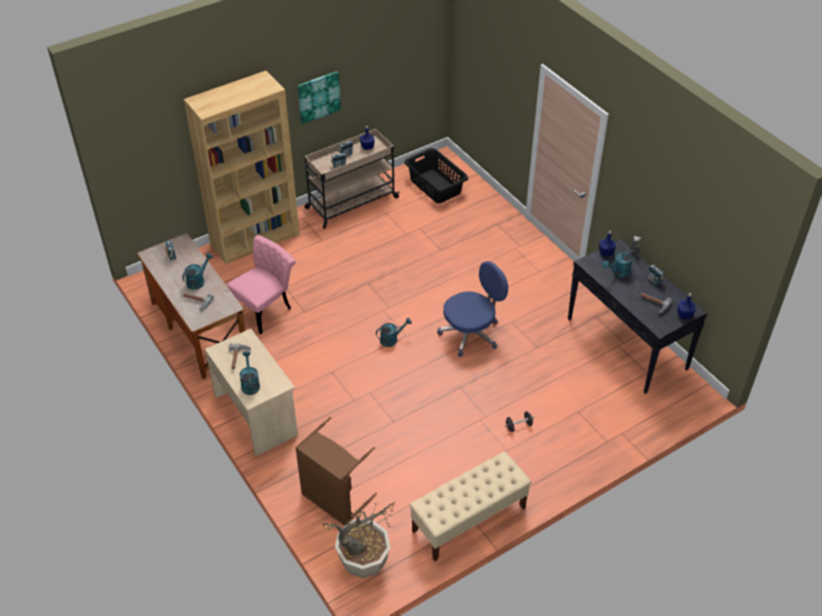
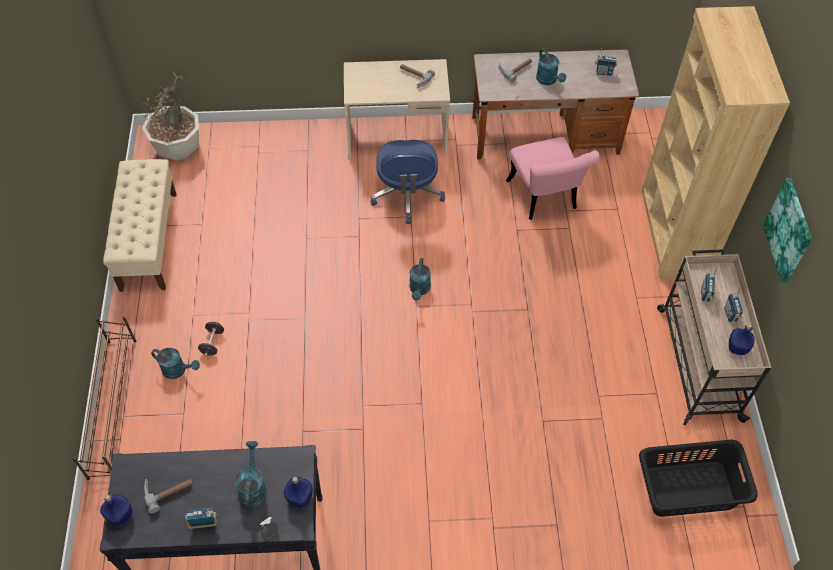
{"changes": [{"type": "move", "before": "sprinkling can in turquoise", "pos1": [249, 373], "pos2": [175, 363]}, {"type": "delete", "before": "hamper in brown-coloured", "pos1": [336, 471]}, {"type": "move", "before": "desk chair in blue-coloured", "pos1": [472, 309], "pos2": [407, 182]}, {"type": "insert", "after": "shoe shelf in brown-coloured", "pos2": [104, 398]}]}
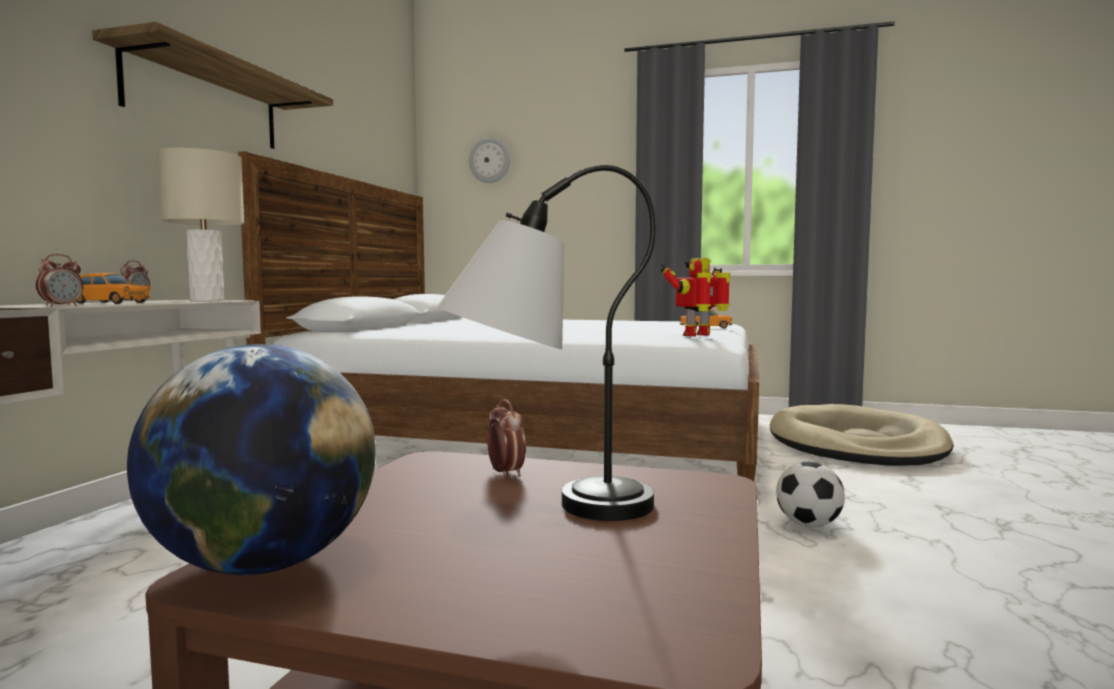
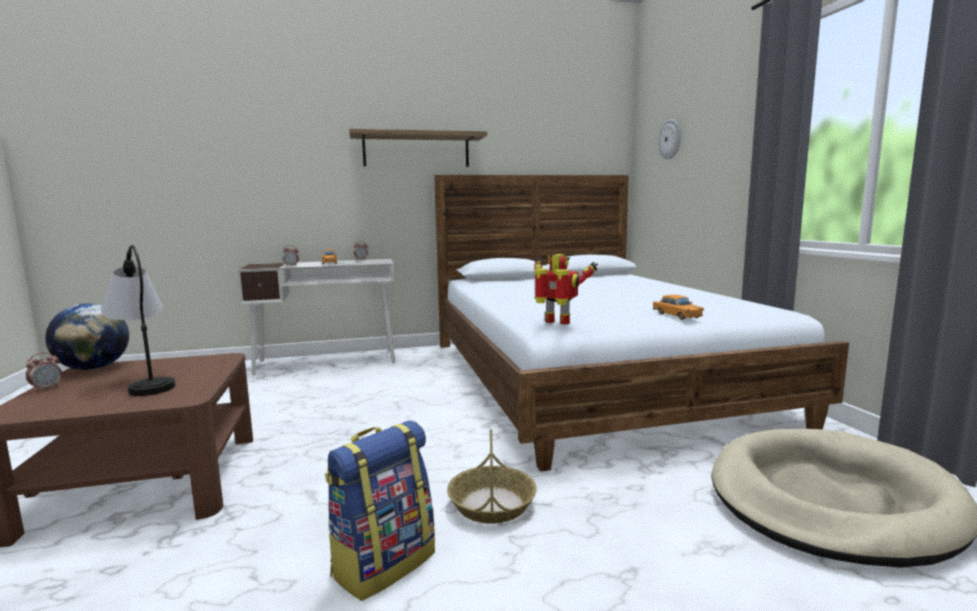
{"changes": [{"type": "delete", "before": "tabletop lamp in beige", "pos1": [200, 224]}, {"type": "move", "before": "bedside clock", "pos1": [506, 438], "pos2": [43, 372]}, {"type": "replace", "before": "football ball", "after": "household basket", "pos1": [810, 494], "pos2": [492, 476]}, {"type": "insert", "after": "knapsack", "pos2": [380, 511]}]}
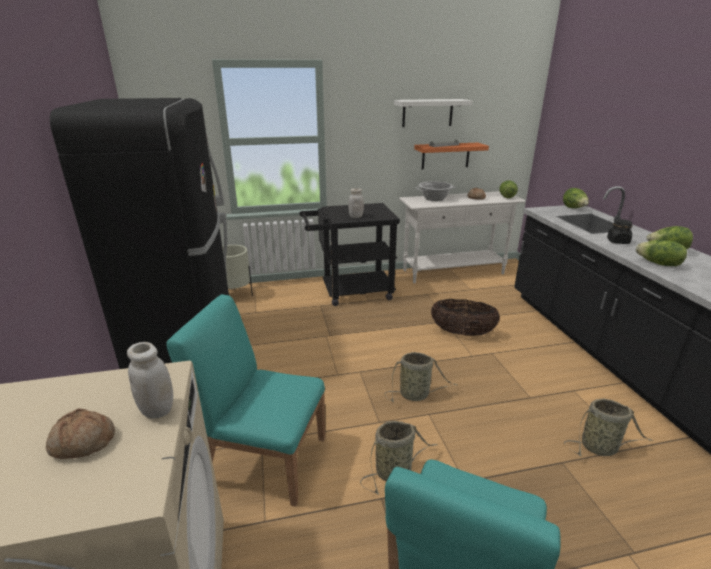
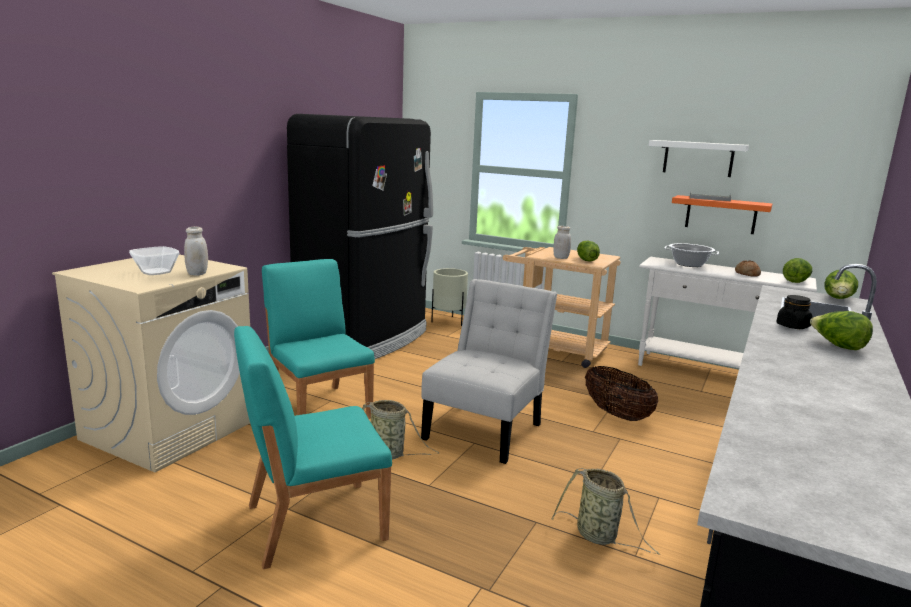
{"changes": [{"type": "replace", "before": "bakery bread", "after": "serving bowl", "pos1": [80, 433], "pos2": [154, 260]}, {"type": "recolor", "before": "cart in black", "after": "cart in beige", "pos1": [349, 254], "pos2": [562, 307]}, {"type": "replace", "before": "household basket", "after": "plain chair in whitish", "pos1": [421, 377], "pos2": [489, 371]}, {"type": "move", "before": "lettuce", "pos1": [661, 253], "pos2": [588, 251]}]}
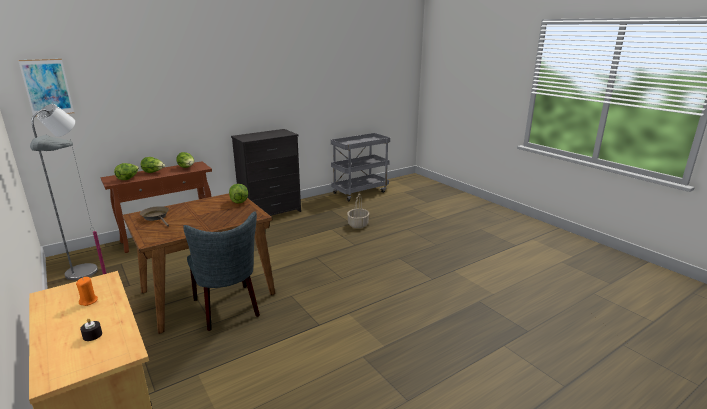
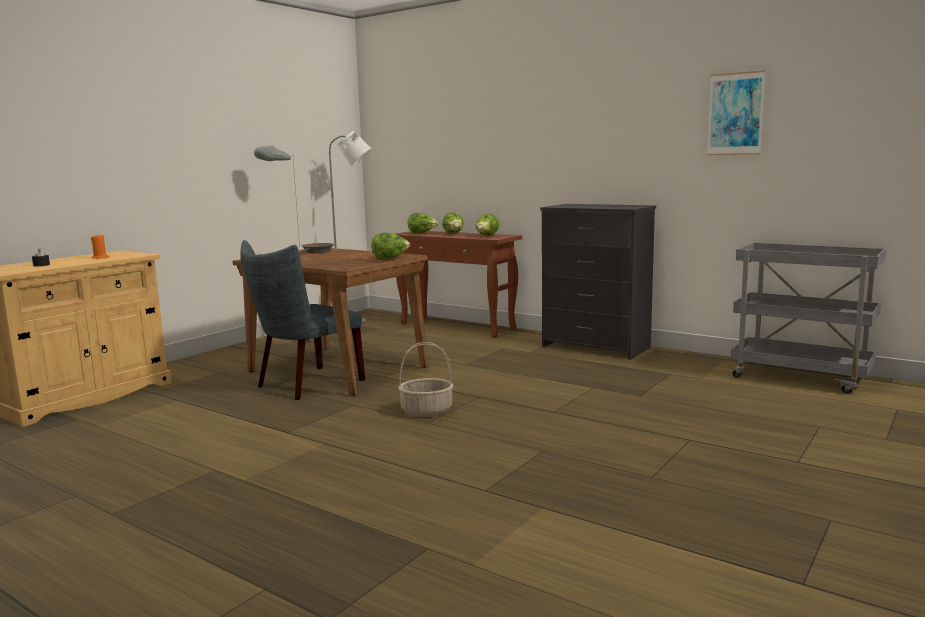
{"changes": [{"type": "move", "before": "picture", "pos1": [46, 88], "pos2": [736, 112]}, {"type": "move", "before": "household basket", "pos1": [358, 211], "pos2": [426, 379]}]}
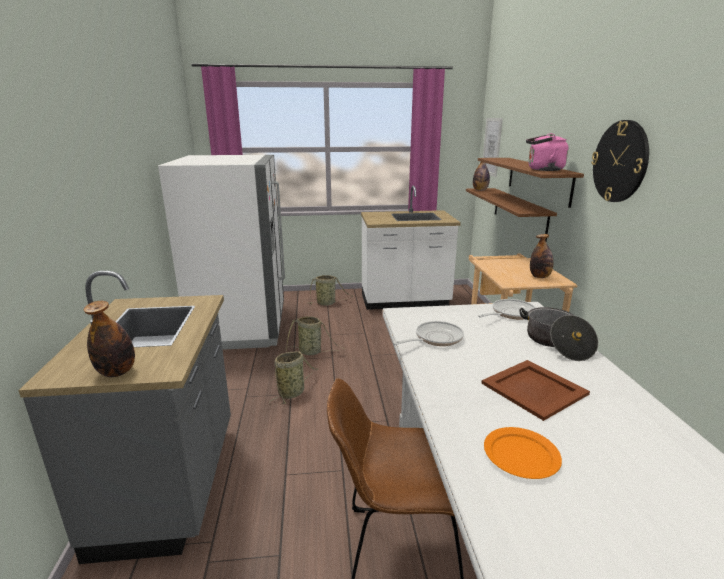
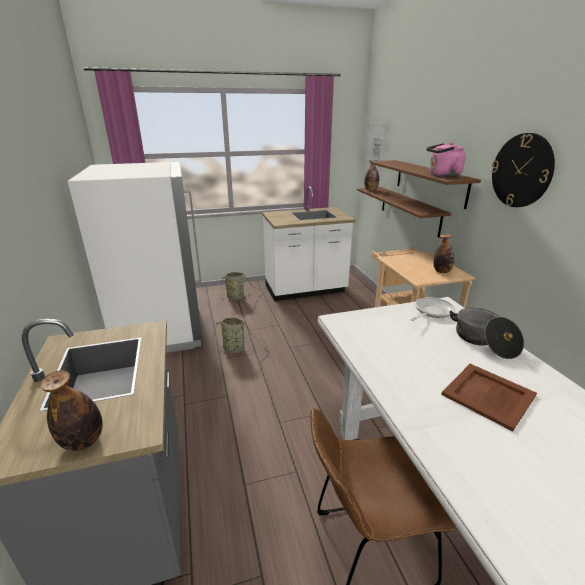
{"changes": [{"type": "delete", "before": "household basket", "pos1": [293, 378]}, {"type": "delete", "before": "frying pan", "pos1": [428, 333]}, {"type": "delete", "before": "plate in orange-coloured", "pos1": [523, 453]}]}
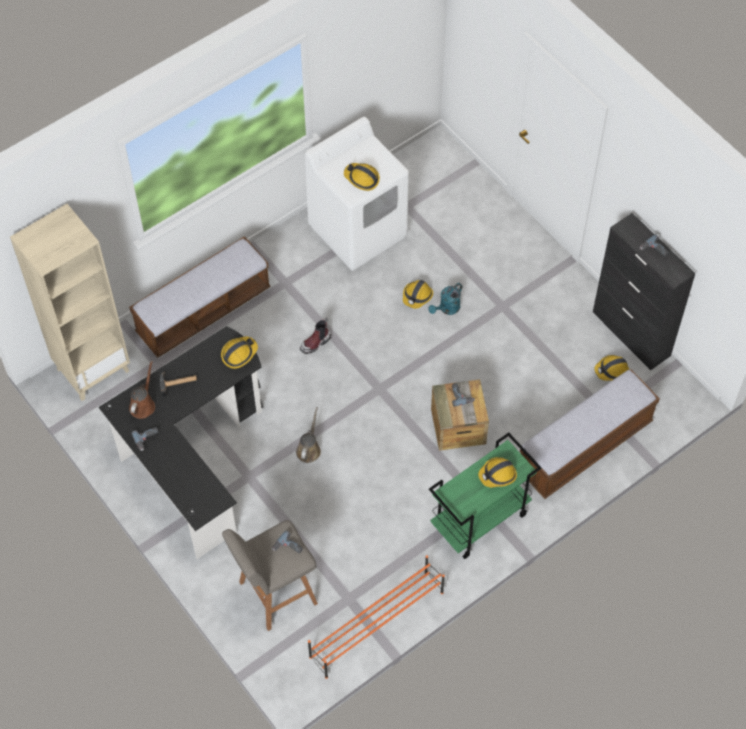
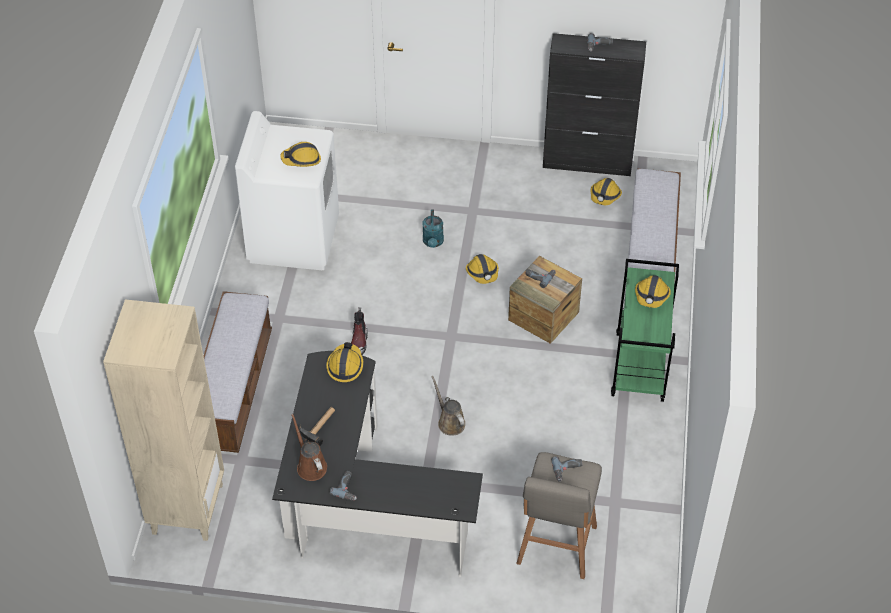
{"changes": [{"type": "delete", "before": "shoe shelf in orange-coloured", "pos1": [376, 617]}, {"type": "move", "before": "work helmet", "pos1": [418, 294], "pos2": [482, 269]}]}
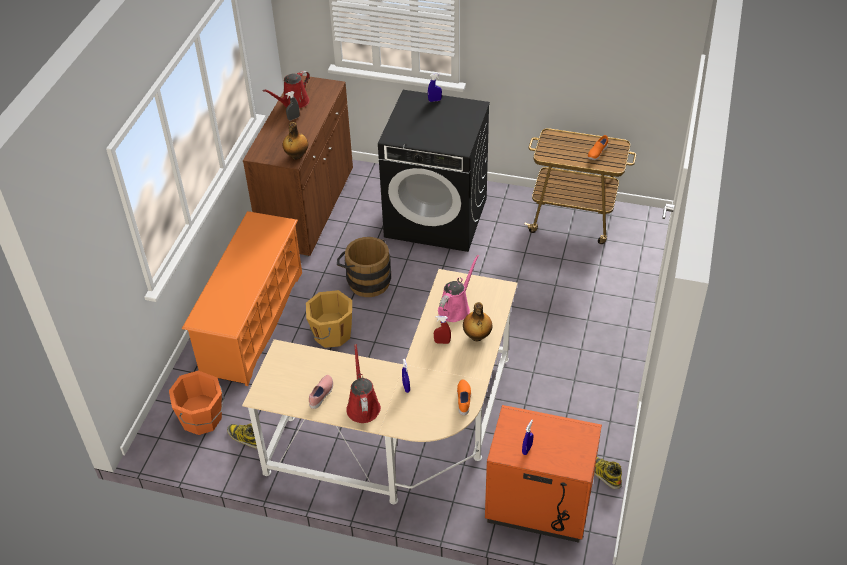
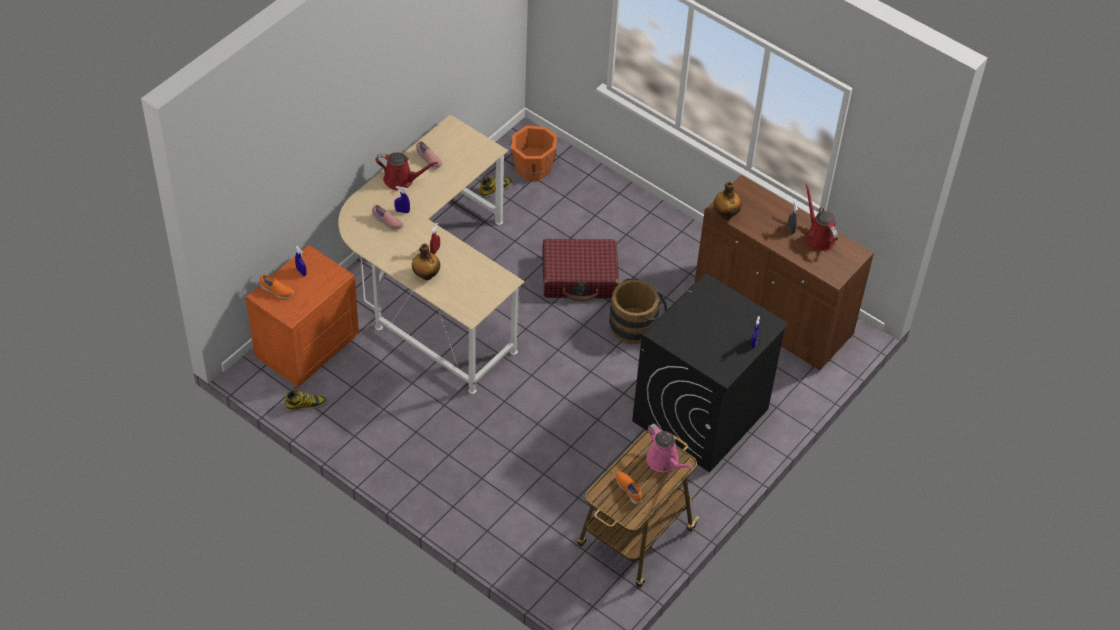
{"changes": [{"type": "delete", "before": "shoe shelf in orange-coloured", "pos1": [242, 298]}, {"type": "replace", "before": "bucket in orange-coloured", "after": "suitcase in red-coloured", "pos1": [329, 319], "pos2": [580, 270]}, {"type": "move", "before": "sprinkling can in pinkish", "pos1": [458, 288], "pos2": [670, 448]}, {"type": "move", "before": "low shoe in orange-coloured", "pos1": [464, 397], "pos2": [277, 286]}, {"type": "insert", "after": "low shoe in pinkish", "pos2": [388, 217]}]}
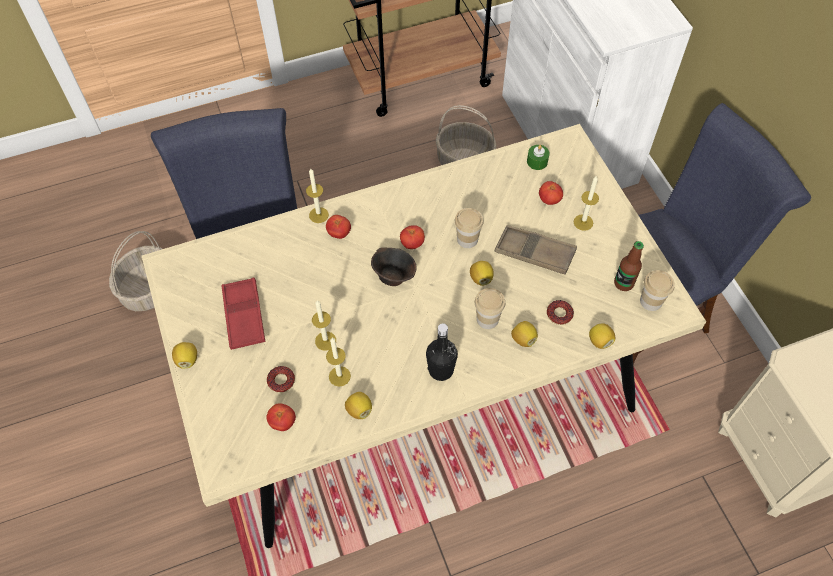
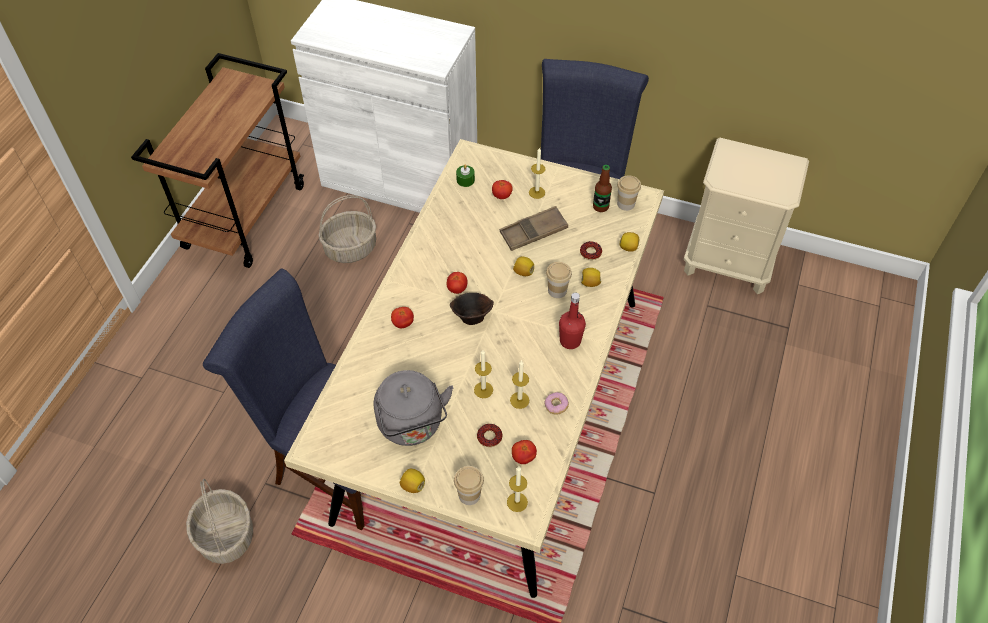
{"changes": [{"type": "replace", "before": "carrying tray in red-coloured", "after": "tea kettle in gray", "pos1": [243, 313], "pos2": [413, 408]}, {"type": "move", "before": "wax candle", "pos1": [317, 196], "pos2": [517, 489]}, {"type": "replace", "before": "citrus fruit", "after": "donut", "pos1": [358, 405], "pos2": [556, 403]}, {"type": "recolor", "before": "bottle in black", "after": "bottle in red-coloured", "pos1": [442, 352], "pos2": [572, 321]}, {"type": "move", "before": "drinking cup", "pos1": [469, 228], "pos2": [469, 485]}]}
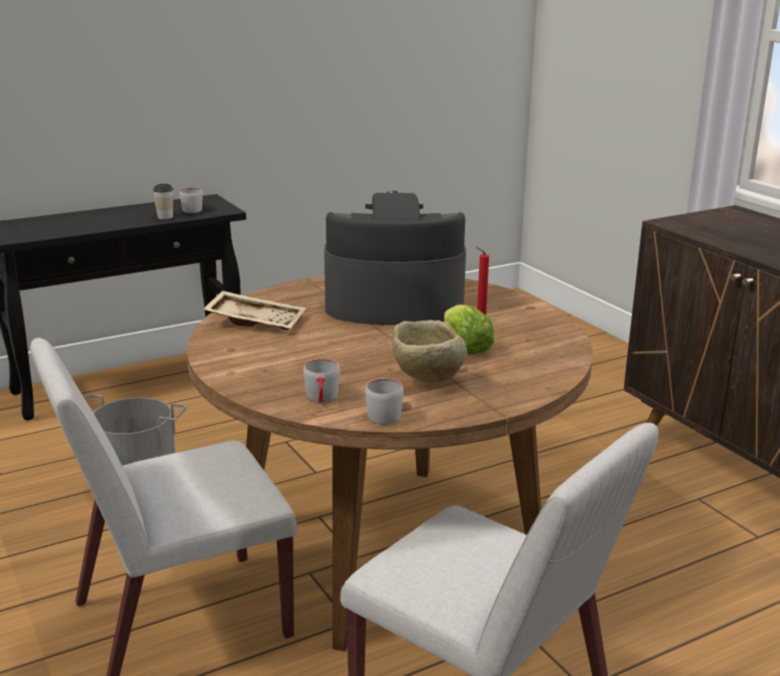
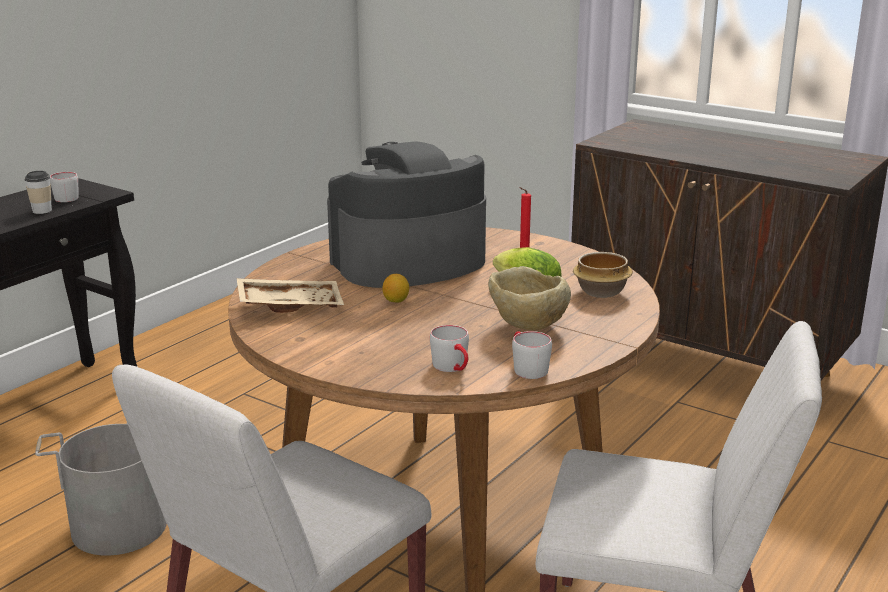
{"changes": [{"type": "insert", "after": "citrus fruit", "pos2": [395, 288]}, {"type": "insert", "after": "serving bowl", "pos2": [603, 275]}]}
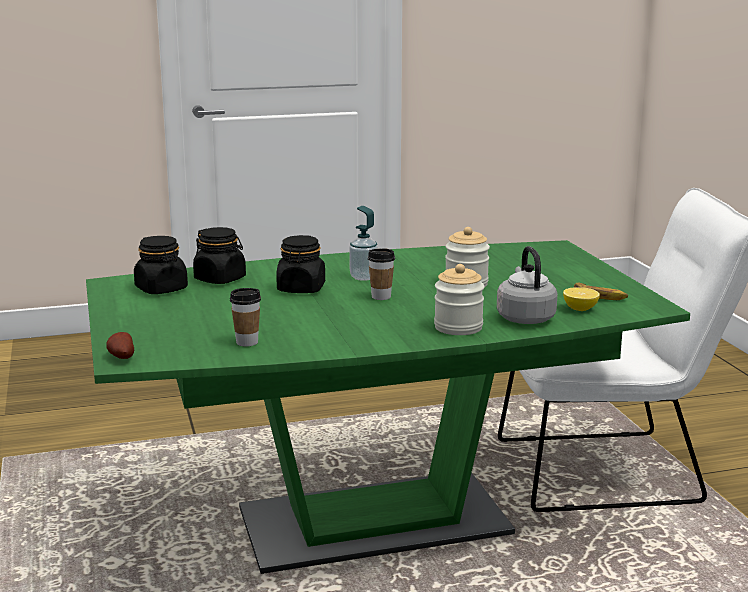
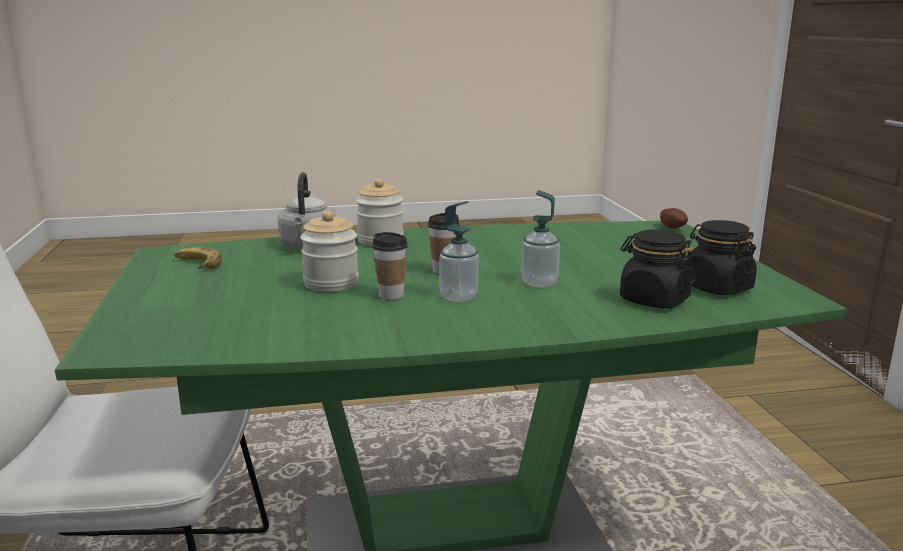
{"changes": [{"type": "move", "before": "drinking cup", "pos1": [245, 317], "pos2": [390, 266]}, {"type": "replace", "before": "jar in black", "after": "liquid soap bottle", "pos1": [300, 264], "pos2": [541, 238]}, {"type": "delete", "before": "citrus fruit", "pos1": [581, 299]}]}
